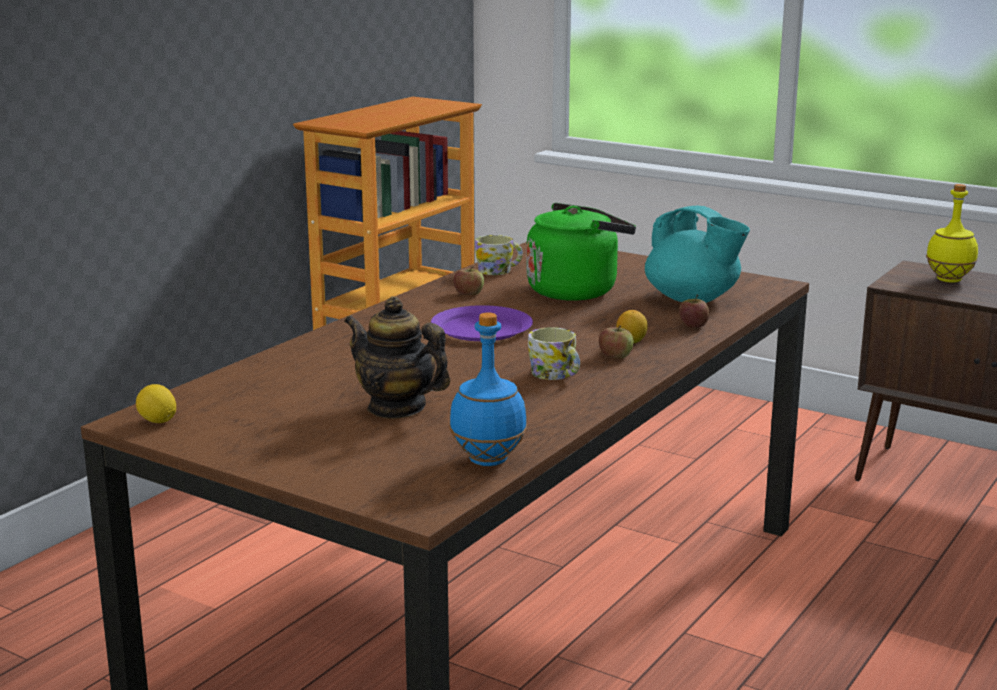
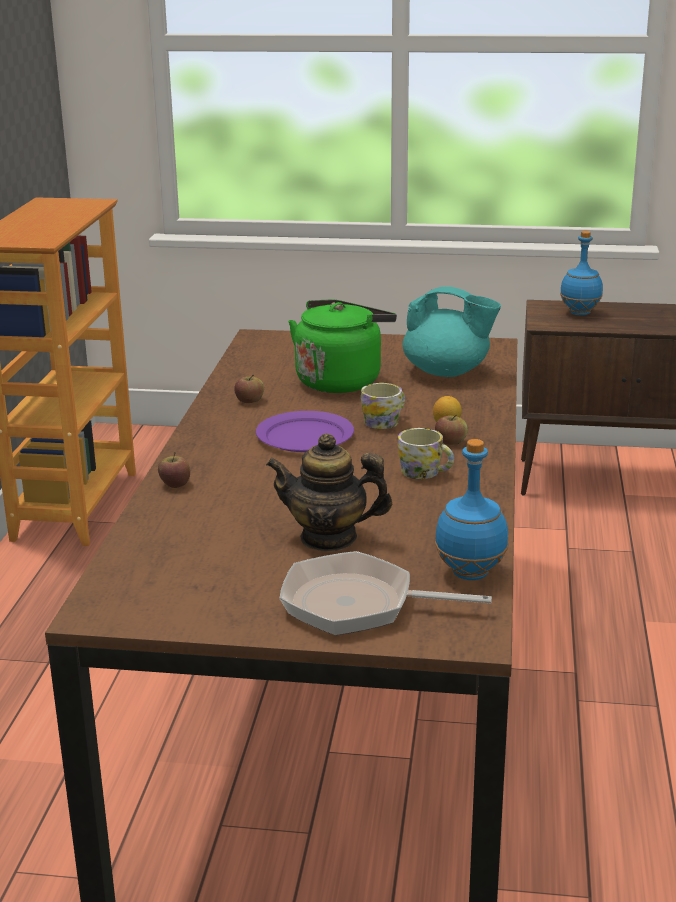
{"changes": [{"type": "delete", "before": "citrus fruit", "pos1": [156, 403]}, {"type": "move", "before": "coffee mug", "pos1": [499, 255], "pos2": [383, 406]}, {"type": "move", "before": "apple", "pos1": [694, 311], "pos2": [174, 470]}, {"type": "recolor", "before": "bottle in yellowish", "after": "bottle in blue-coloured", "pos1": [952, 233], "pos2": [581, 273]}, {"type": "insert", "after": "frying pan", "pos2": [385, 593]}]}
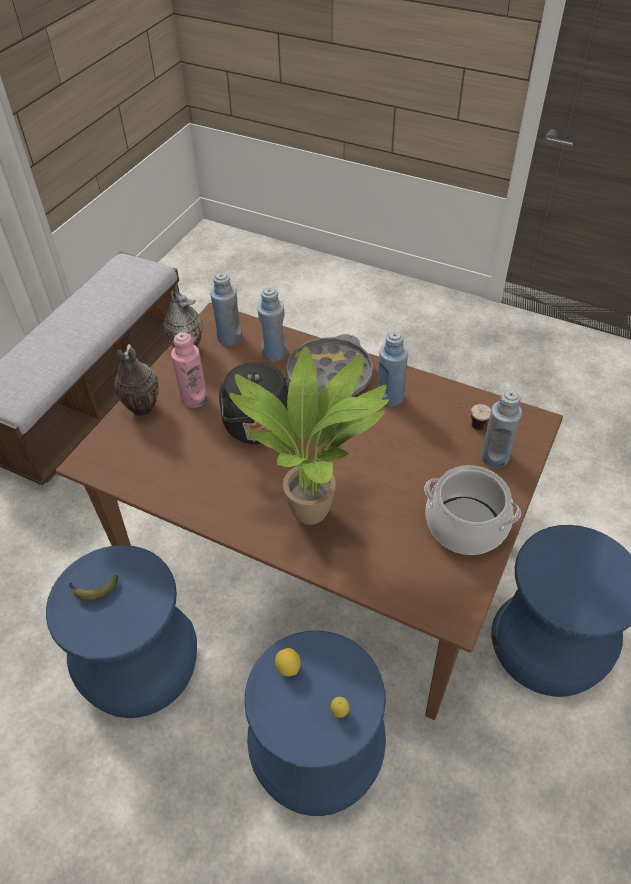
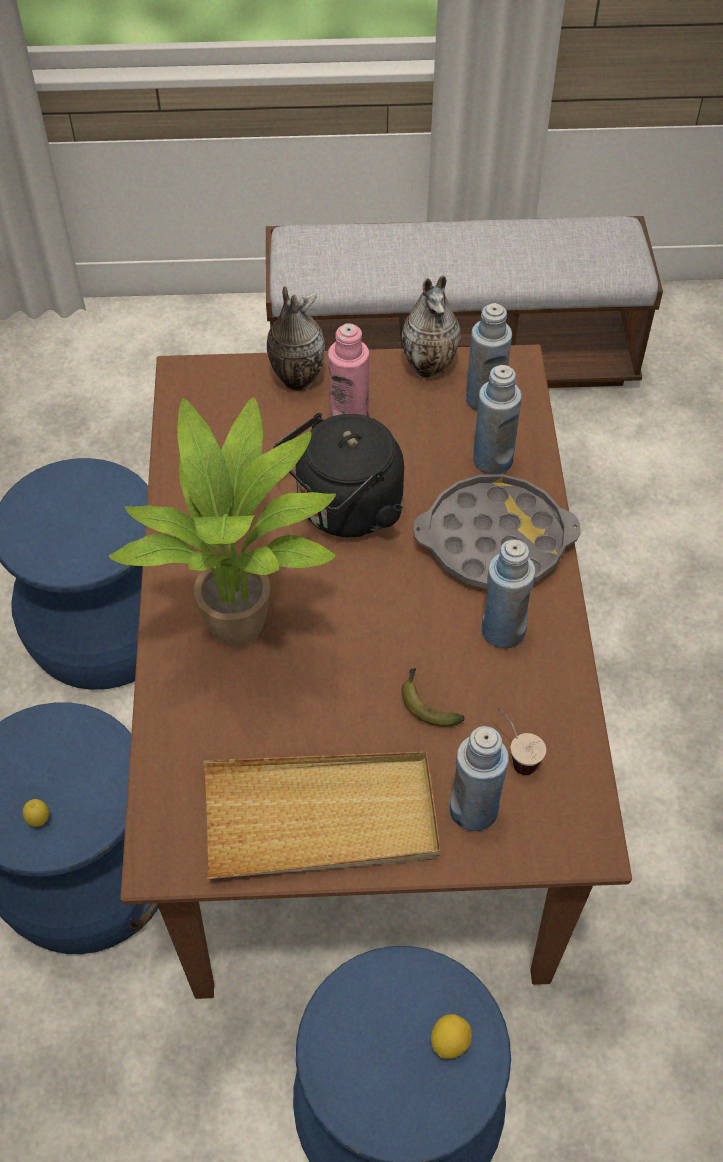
{"changes": [{"type": "move", "before": "banana fruit", "pos1": [93, 587], "pos2": [433, 697]}, {"type": "move", "before": "citrus fruit", "pos1": [287, 662], "pos2": [451, 1036]}, {"type": "replace", "before": "stockpot", "after": "carrying tray in beige", "pos1": [472, 510], "pos2": [322, 815]}]}
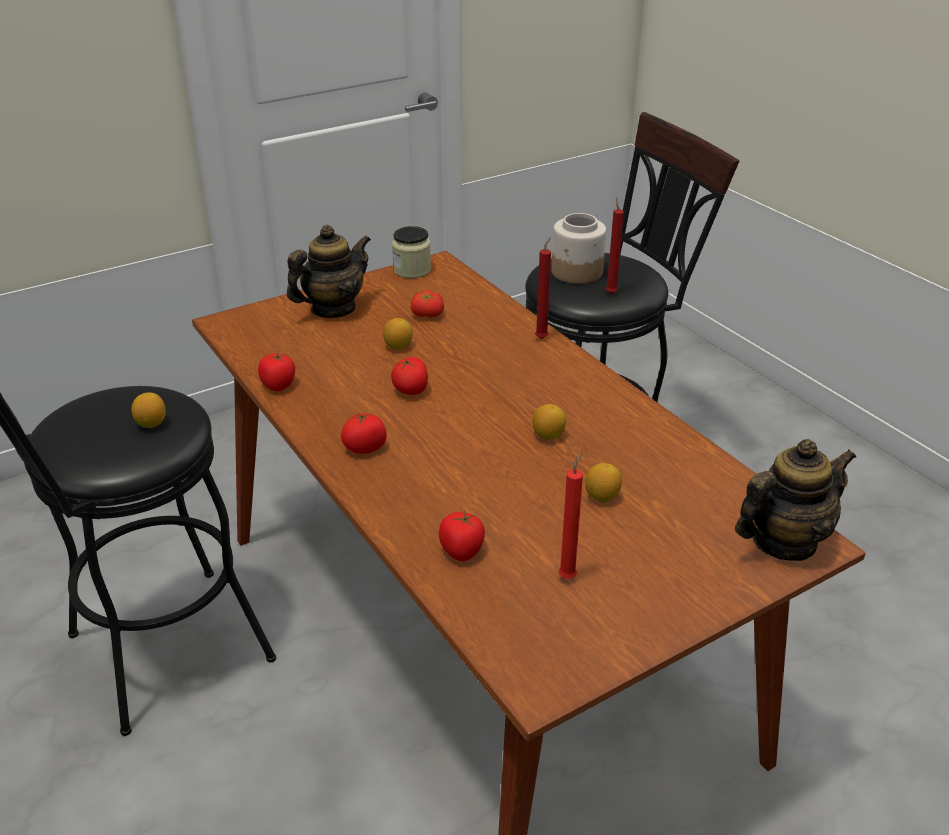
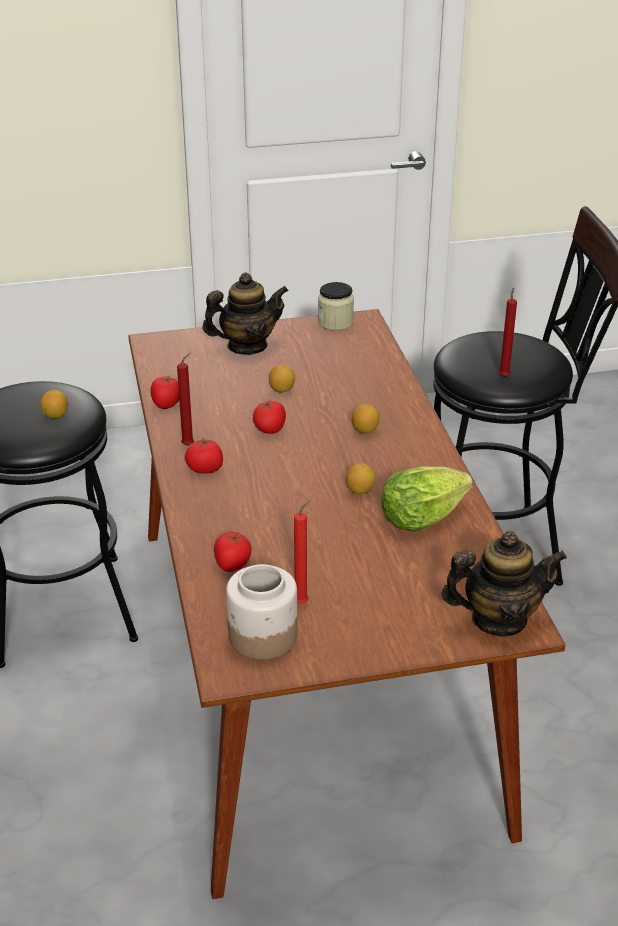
{"changes": [{"type": "delete", "before": "fresh tomato", "pos1": [427, 304]}, {"type": "move", "before": "wax candle in red-coloured", "pos1": [543, 288], "pos2": [185, 399]}, {"type": "move", "before": "jar", "pos1": [578, 248], "pos2": [261, 612]}, {"type": "move", "before": "citrus fruit", "pos1": [603, 482], "pos2": [366, 419]}, {"type": "insert", "after": "lettuce", "pos2": [427, 499]}]}
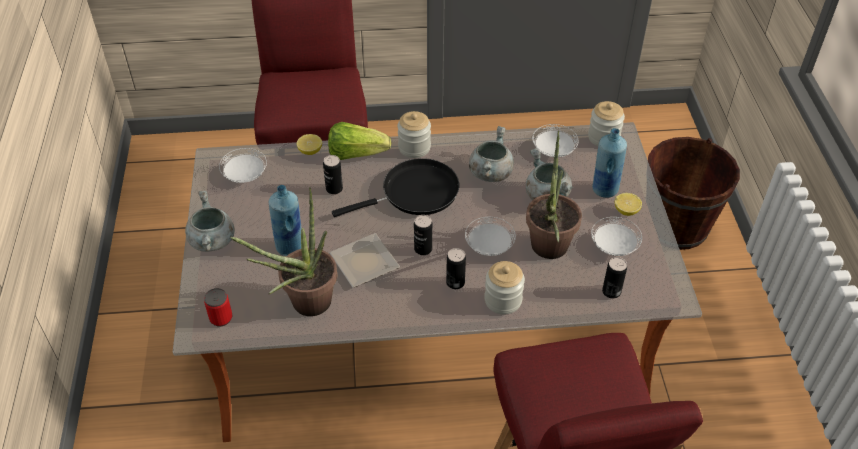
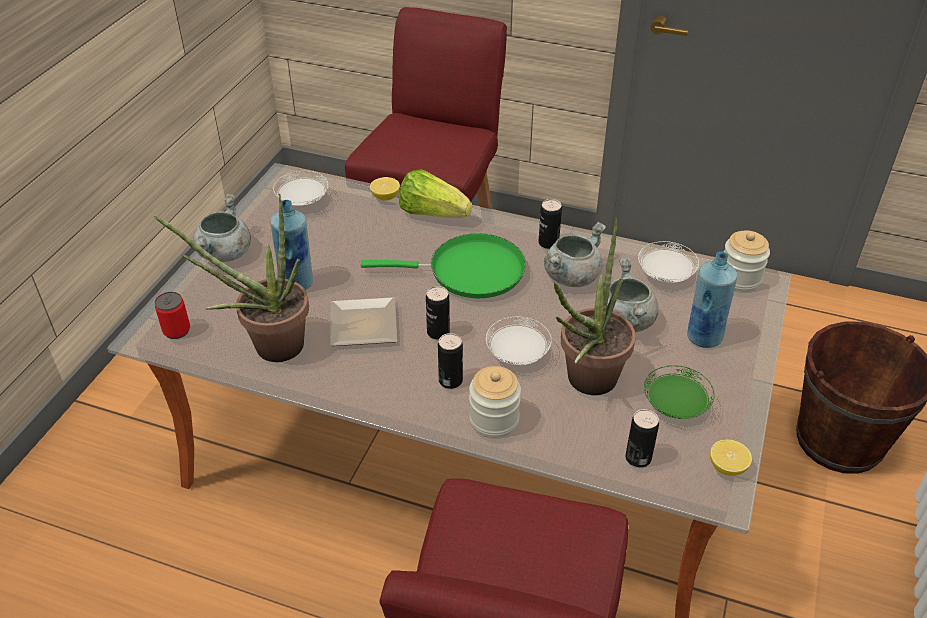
{"changes": [{"type": "move", "before": "metal can", "pos1": [333, 174], "pos2": [550, 224]}, {"type": "recolor", "before": "frying pan in black", "after": "frying pan in green", "pos1": [395, 187], "pos2": [443, 265]}, {"type": "delete", "before": "jar", "pos1": [414, 134]}, {"type": "recolor", "before": "plate in whitish", "after": "plate in green", "pos1": [616, 236], "pos2": [679, 392]}, {"type": "move", "before": "citrus fruit", "pos1": [628, 204], "pos2": [731, 457]}]}
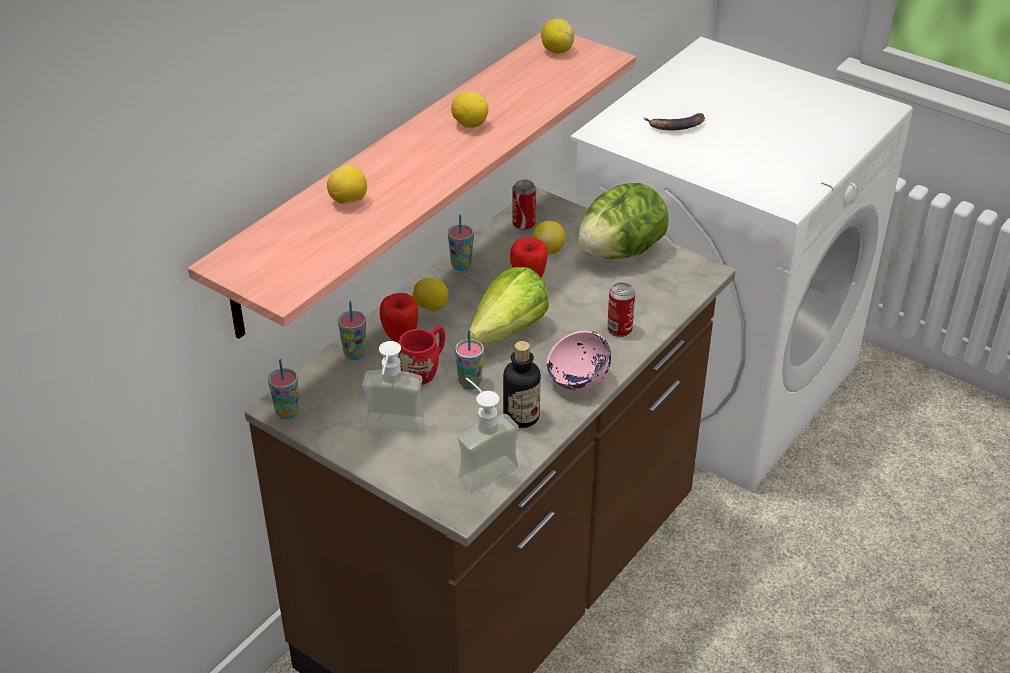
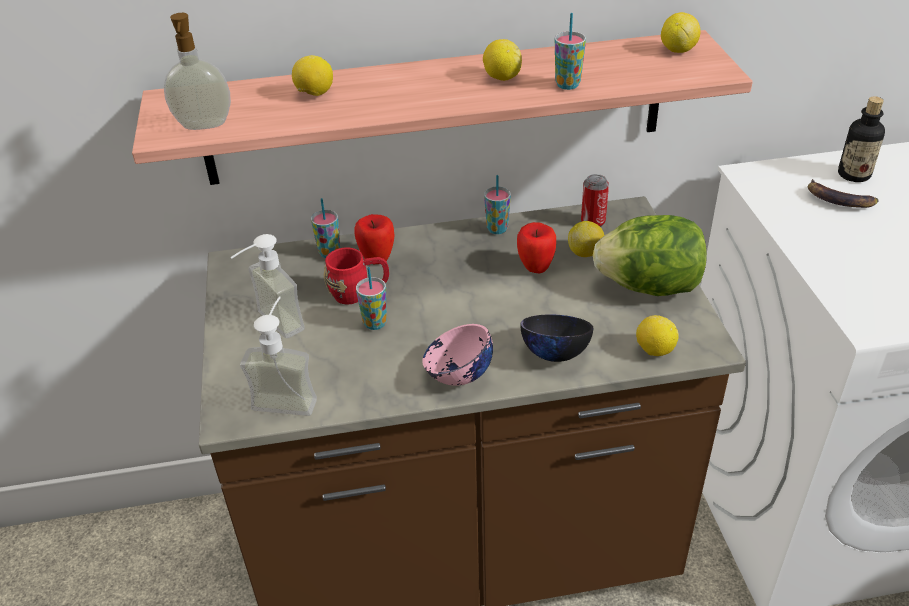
{"changes": [{"type": "move", "before": "drinking cup", "pos1": [283, 389], "pos2": [570, 51]}, {"type": "move", "before": "citrus fruit", "pos1": [430, 295], "pos2": [657, 335]}, {"type": "delete", "before": "lettuce", "pos1": [509, 306]}, {"type": "move", "before": "bottle", "pos1": [522, 384], "pos2": [861, 139]}, {"type": "replace", "before": "metal can", "after": "serving bowl in black", "pos1": [621, 309], "pos2": [557, 338]}, {"type": "insert", "after": "liquid soap bottle", "pos2": [197, 71]}]}
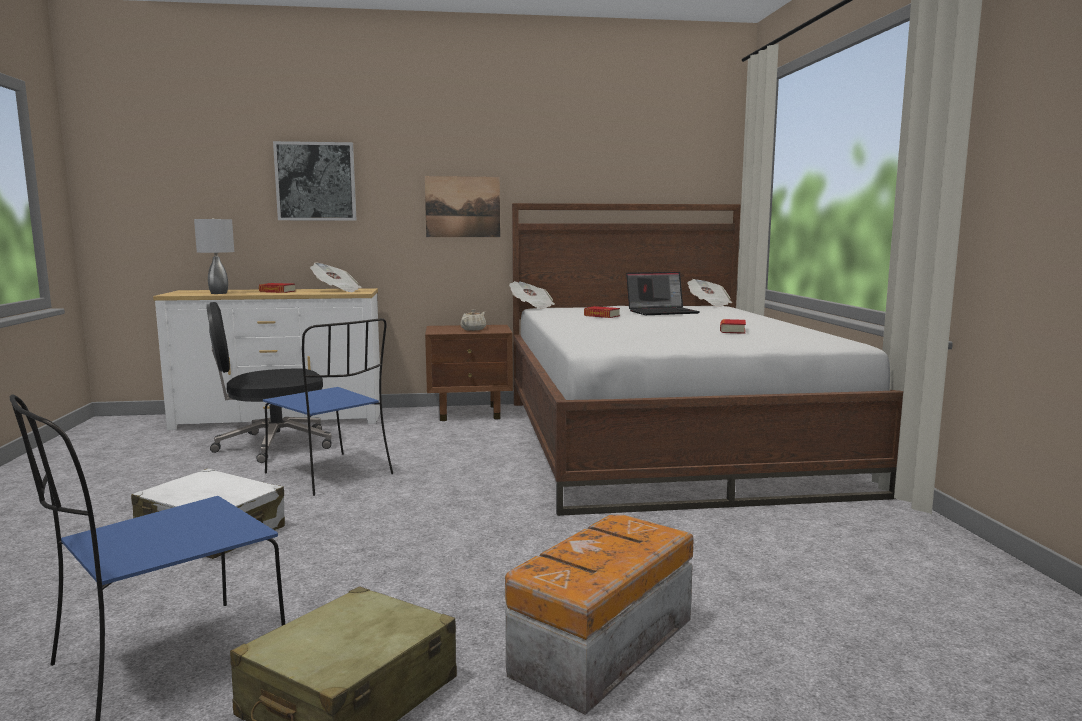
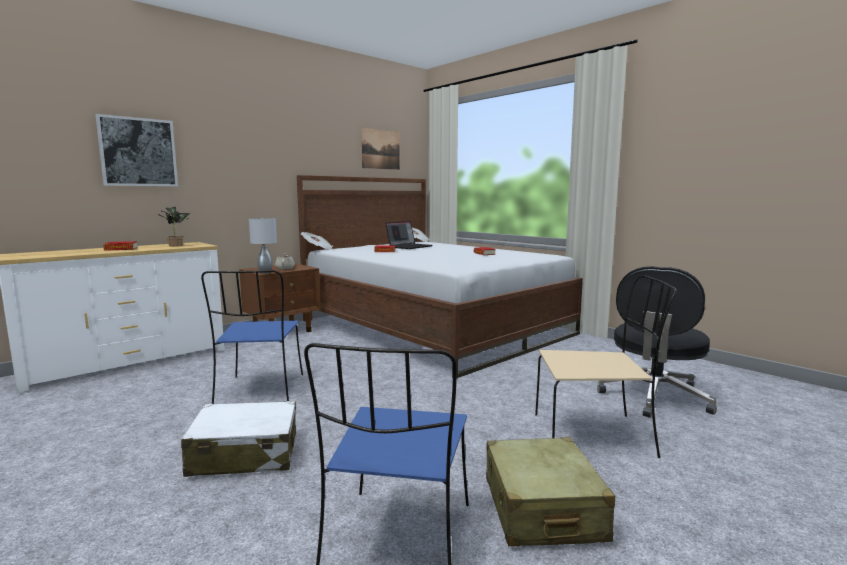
{"changes": [{"type": "move", "before": "tabletop lamp in gray", "pos1": [214, 256], "pos2": [263, 246]}, {"type": "move", "before": "desk chair in black", "pos1": [268, 382], "pos2": [657, 342]}, {"type": "rotate", "before": "plain chair in blue-coloured", "pos1": [328, 407], "pos2": [252, 337], "turn": 75}, {"type": "replace", "before": "printed paper", "after": "houseplant", "pos1": [335, 277], "pos2": [174, 227]}, {"type": "move", "before": "picture", "pos1": [462, 206], "pos2": [380, 149]}, {"type": "replace", "before": "storage bin", "after": "plain chair in beige", "pos1": [599, 614], "pos2": [606, 366]}]}
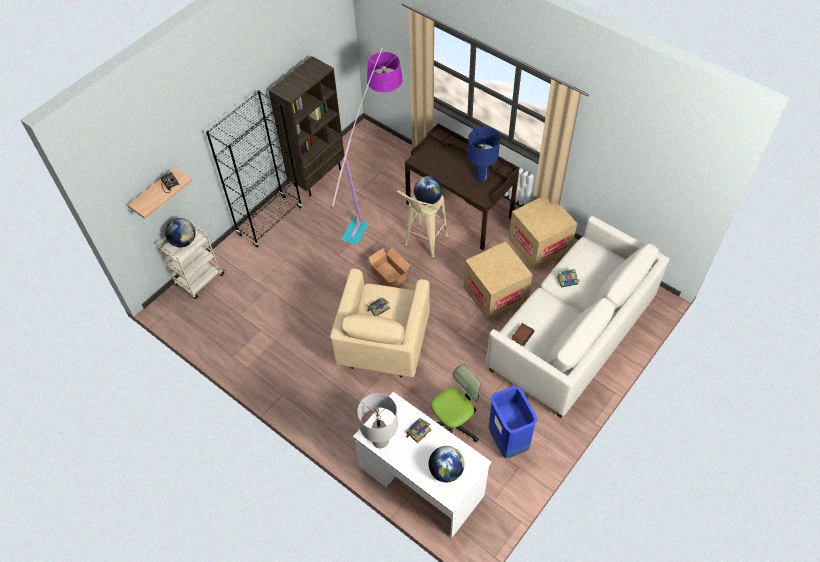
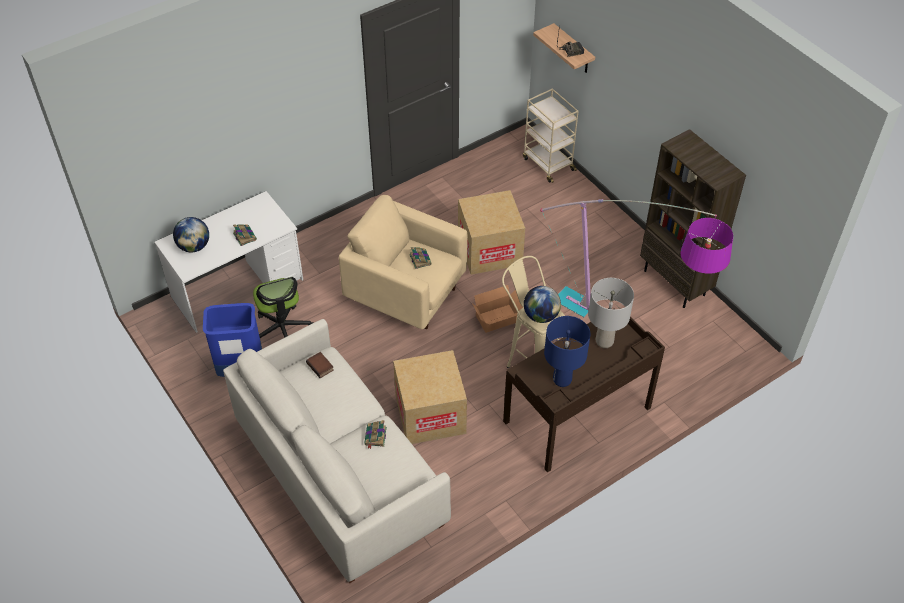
{"changes": [{"type": "delete", "before": "globe", "pos1": [180, 232]}, {"type": "delete", "before": "bookcase in black", "pos1": [254, 168]}, {"type": "move", "before": "tabletop lamp in gray", "pos1": [377, 420], "pos2": [611, 313]}, {"type": "move", "before": "carton", "pos1": [543, 234], "pos2": [491, 232]}]}
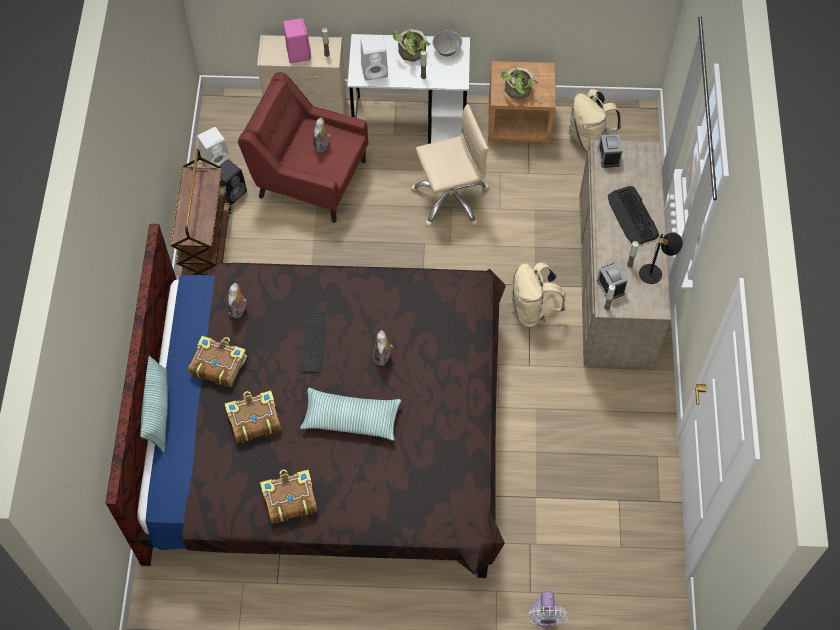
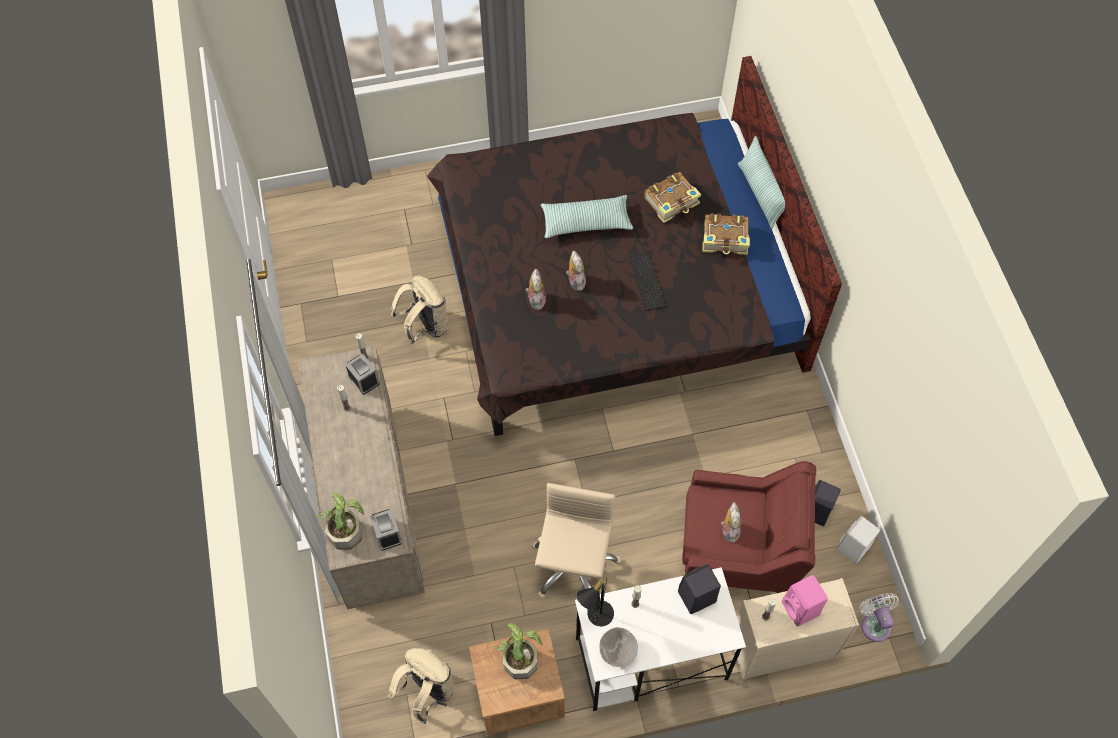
{"changes": [{"type": "delete", "before": "cart in brown-coloured", "pos1": [201, 212]}, {"type": "move", "before": "cuddly toy", "pos1": [237, 300], "pos2": [536, 289]}, {"type": "delete", "before": "book", "pos1": [288, 496]}, {"type": "recolor", "before": "audio speaker in whitish", "after": "audio speaker in black", "pos1": [374, 57], "pos2": [699, 589]}, {"type": "move", "before": "houseplant", "pos1": [412, 45], "pos2": [340, 521]}, {"type": "rotate", "before": "desk chair in beige", "pos1": [450, 165], "pos2": [576, 541], "turn": 135}, {"type": "move", "before": "knapsack in beige", "pos1": [538, 294], "pos2": [419, 310]}, {"type": "move", "before": "electric fan in whitish", "pos1": [548, 609], "pos2": [879, 617]}, {"type": "delete", "before": "computer keyboard", "pos1": [633, 215]}, {"type": "move", "before": "tabletop lamp in black", "pos1": [661, 258], "pos2": [595, 601]}]}
